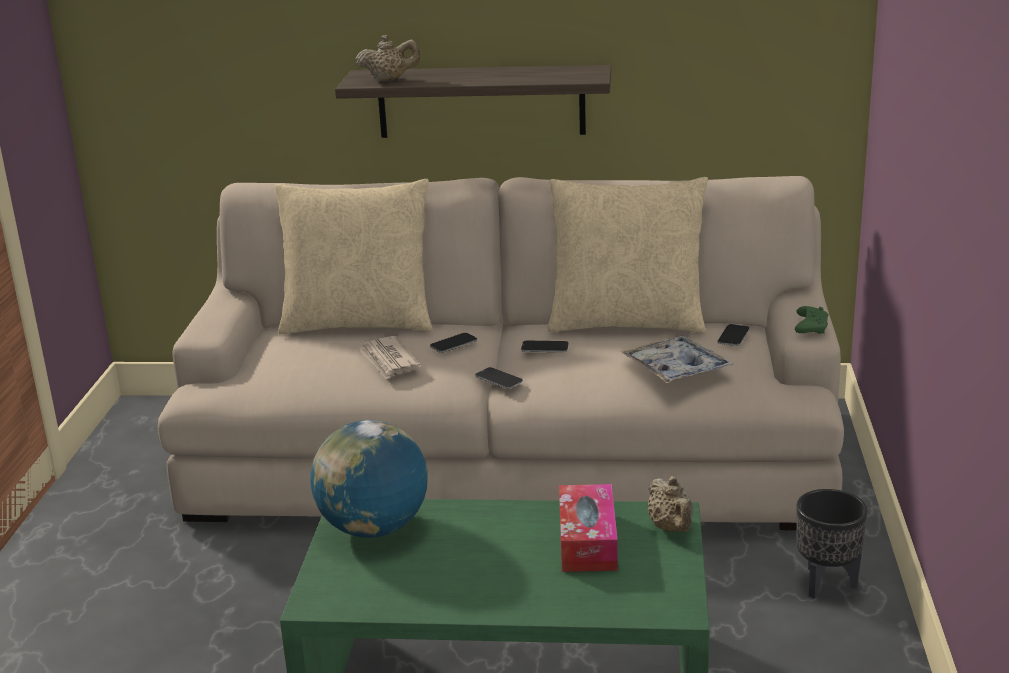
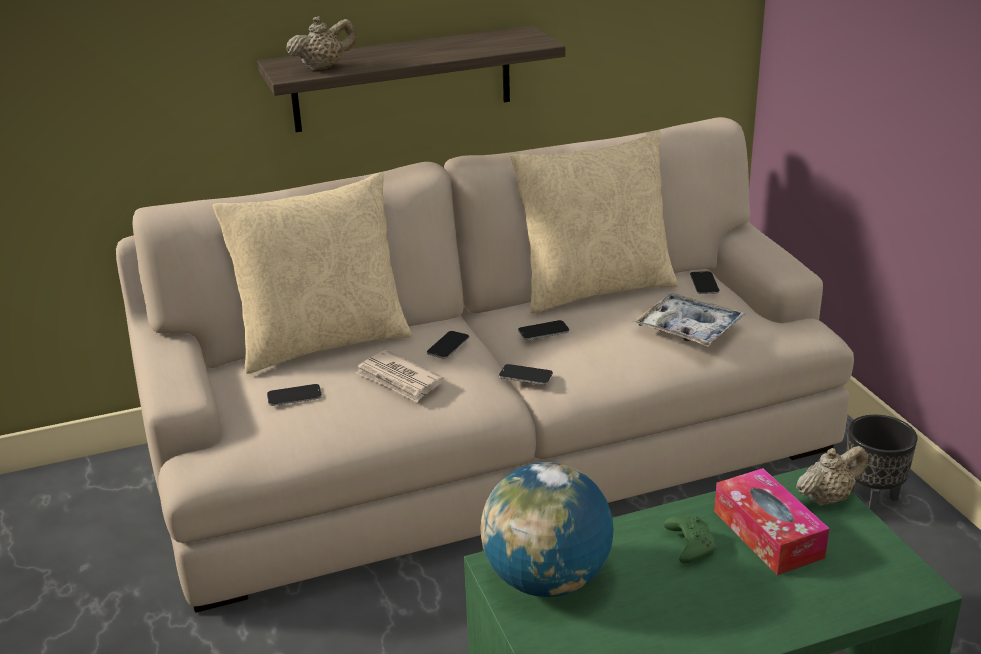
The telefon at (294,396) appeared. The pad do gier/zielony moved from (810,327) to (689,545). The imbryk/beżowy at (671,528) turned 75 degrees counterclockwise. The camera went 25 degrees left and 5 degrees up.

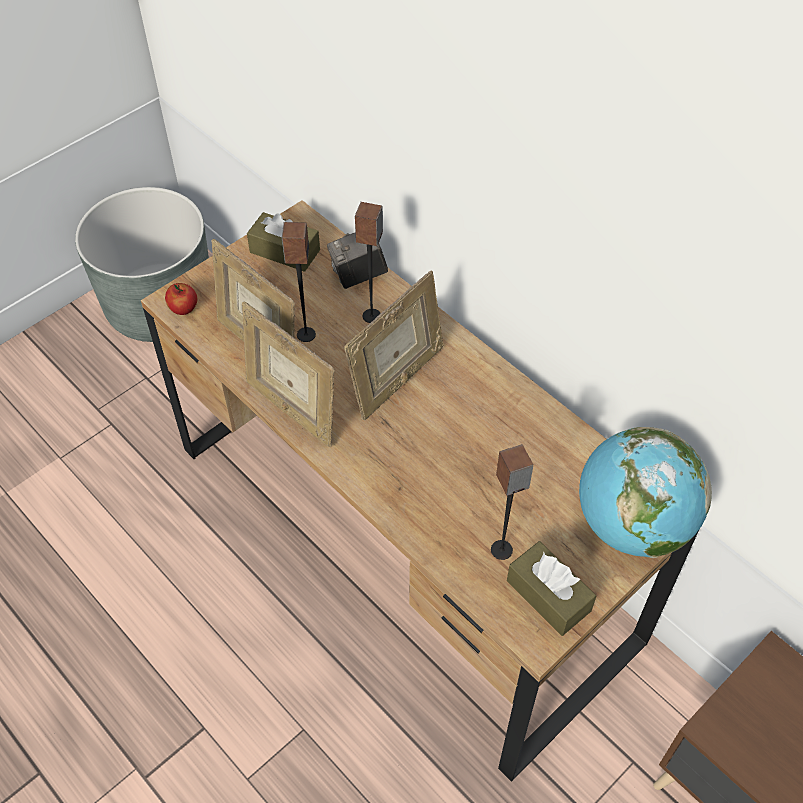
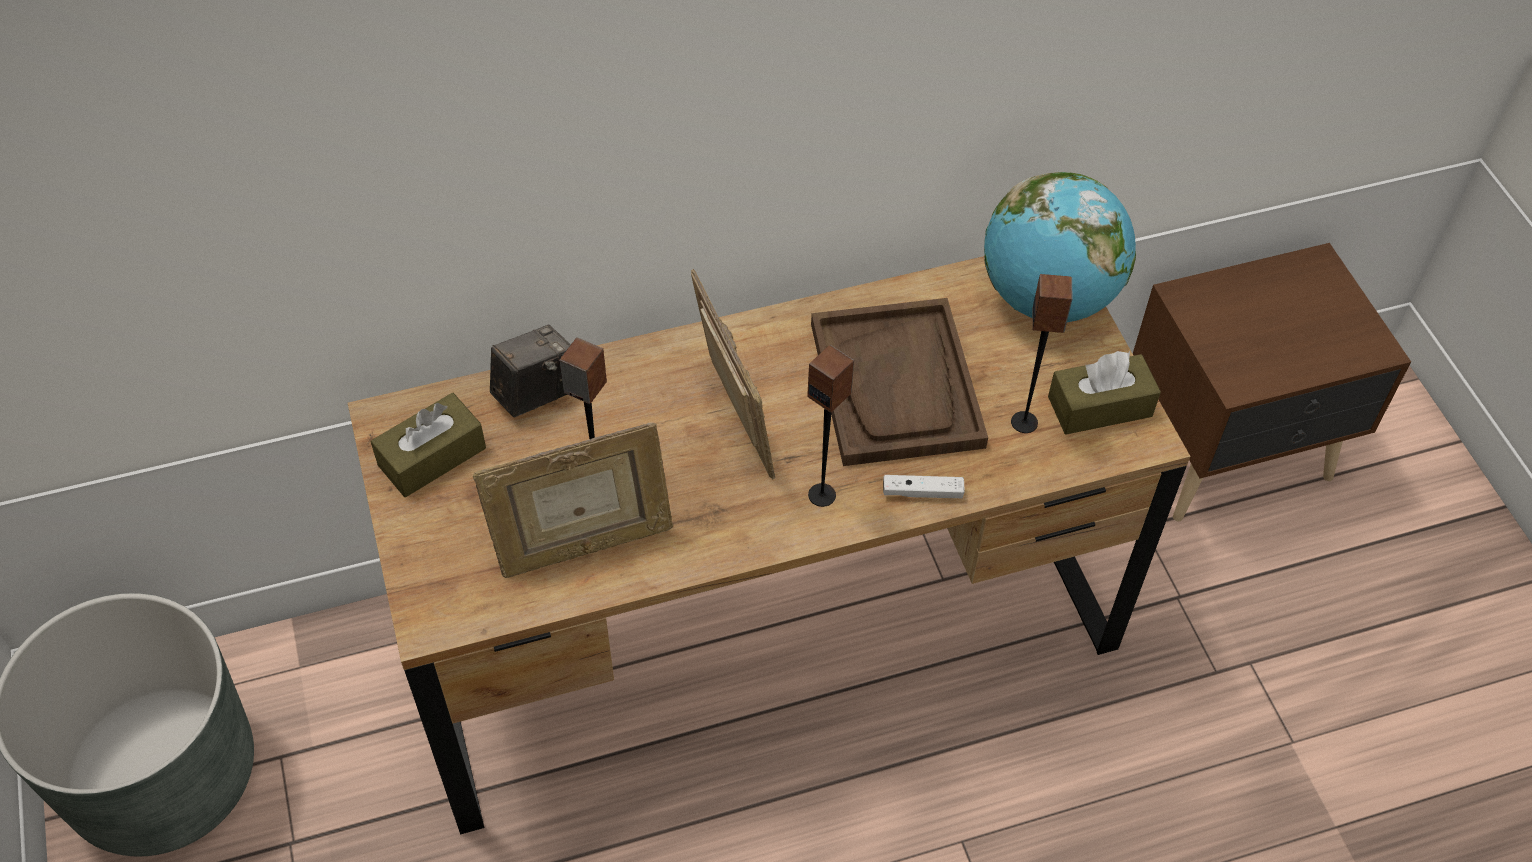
The jabłko at (184,309) disappeared. The ramka na zdjęcie at (291,409) disappeared. The taca/brązowy at (896,385) appeared. The pad do gier/biały at (922,492) appeared. The głośnik moved from (372,316) to (822,494). The aparat fotograficzny at (358,276) turned 135 degrees counterclockwise. The camera went 65 degrees left and 0 degrees up.

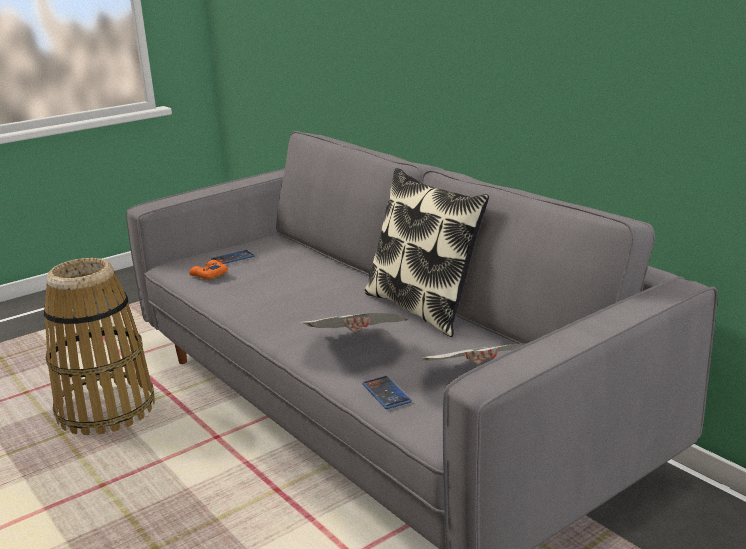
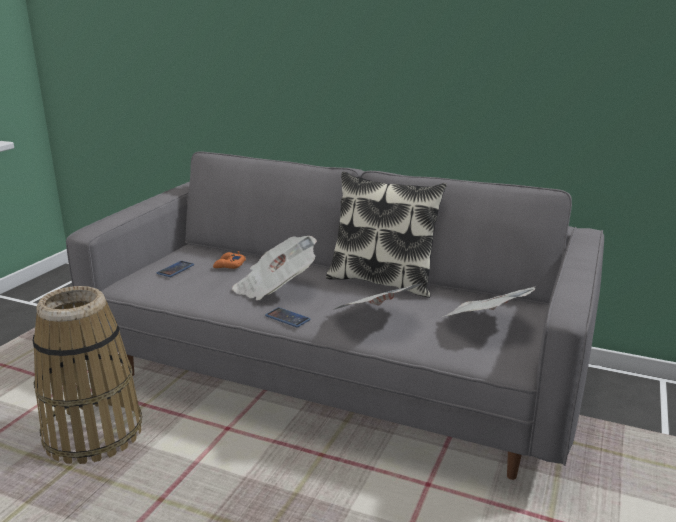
The gazeta at (275,288) appeared. The pad do gier/pomarańczowy moved from (209,275) to (229,265). The telefon moved from (386,393) to (287,318). The camera went 30 degrees left and 0 degrees up.

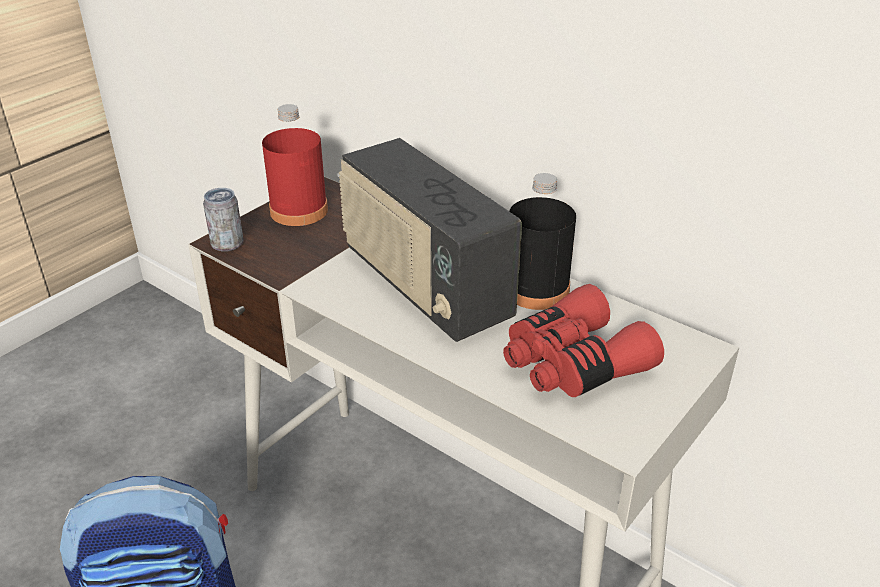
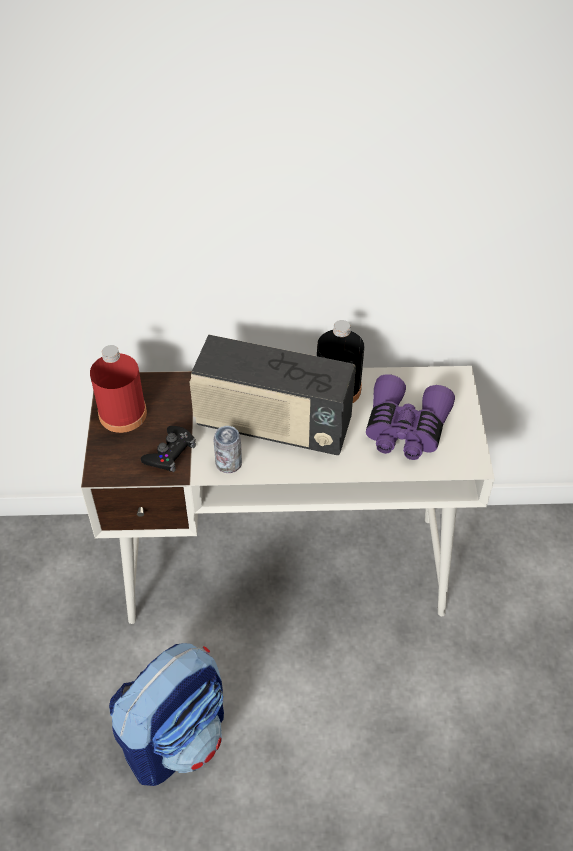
The pad do gier/czarny at (170,453) appeared. The puszka moved from (227,244) to (228,463). The lornetka/czerwony at (572,363) became the lornetka/fioletowy at (405,429). The camera went 40 degrees left and 15 degrees up.

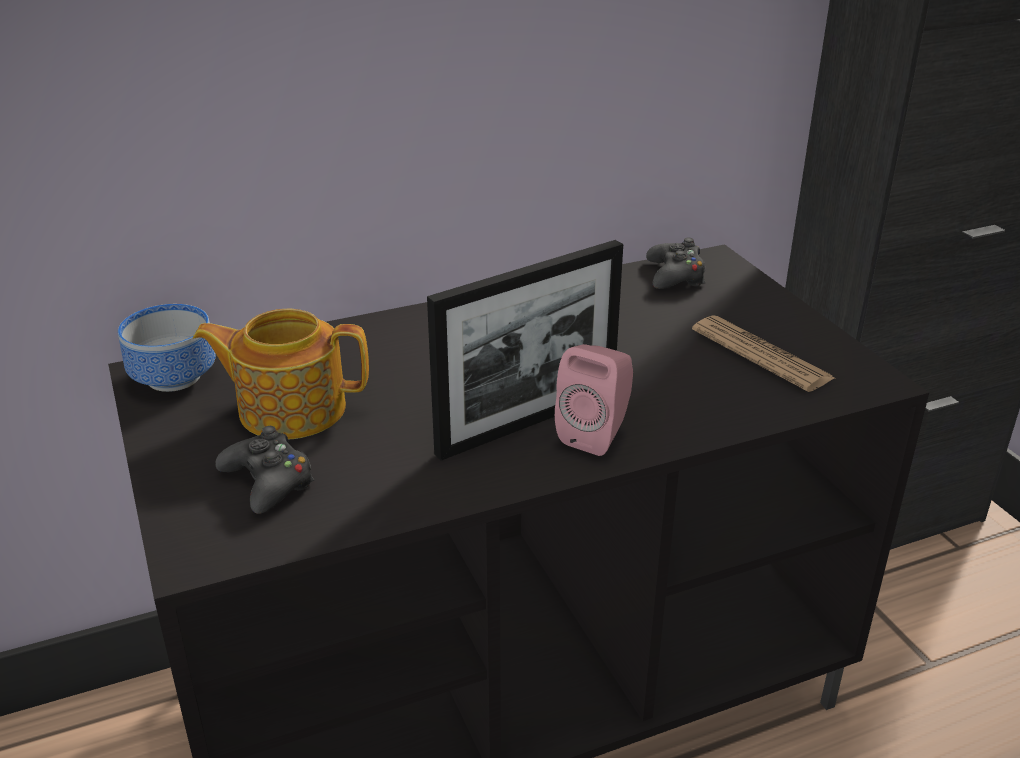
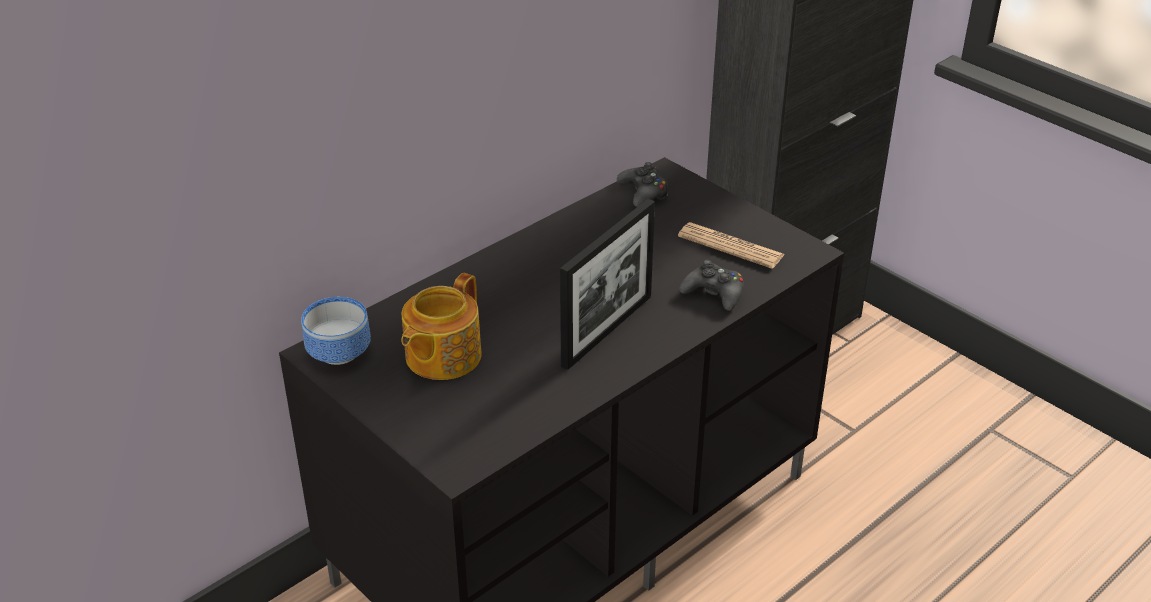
The głośnik/różowy at (596,434) disappeared. The pad do gier/czarny moved from (268,482) to (714,293). The imbryk at (290,408) turned 45 degrees counterclockwise. The camera went 20 degrees left and 5 degrees up.

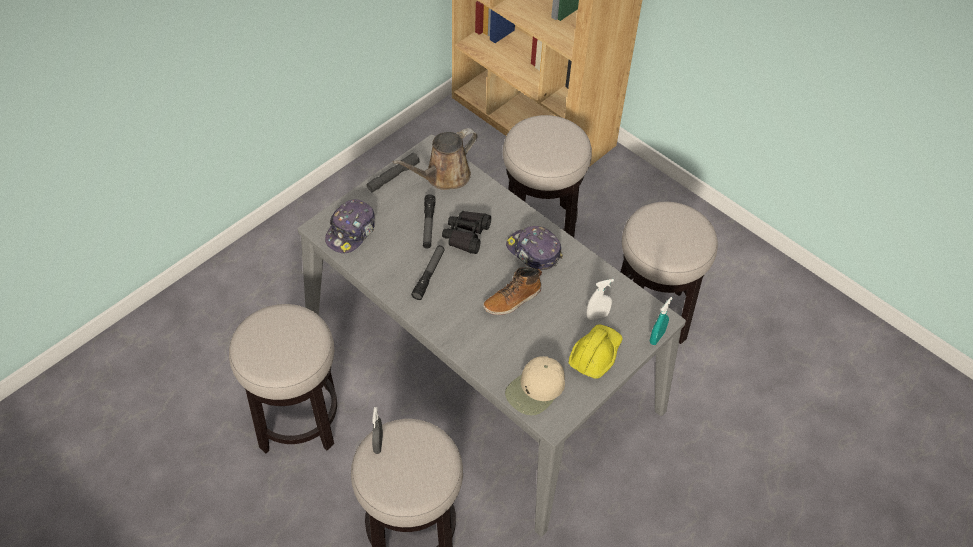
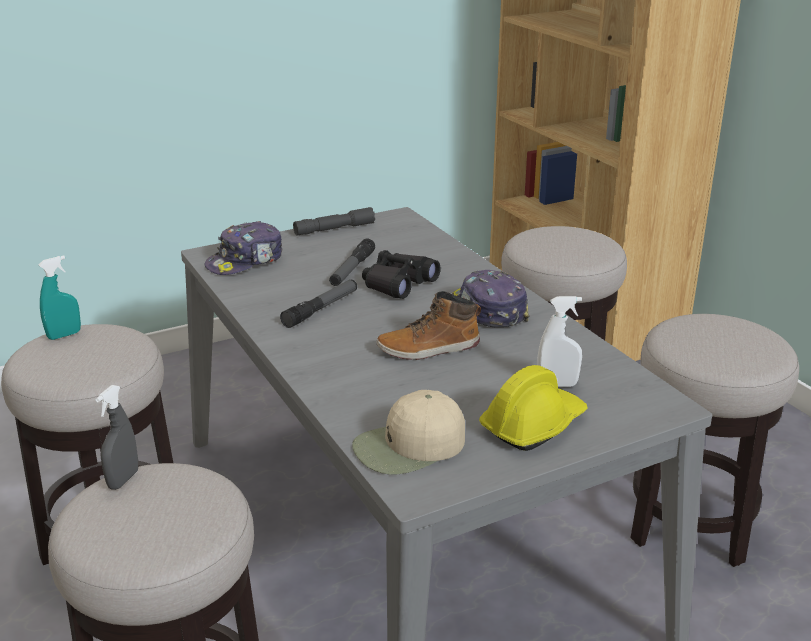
The konewka/brązowy at (444,176) disappeared. The spryskiwacz/turkusowy moved from (657,337) to (64,335). The camera went 20 degrees right and 25 degrees down.

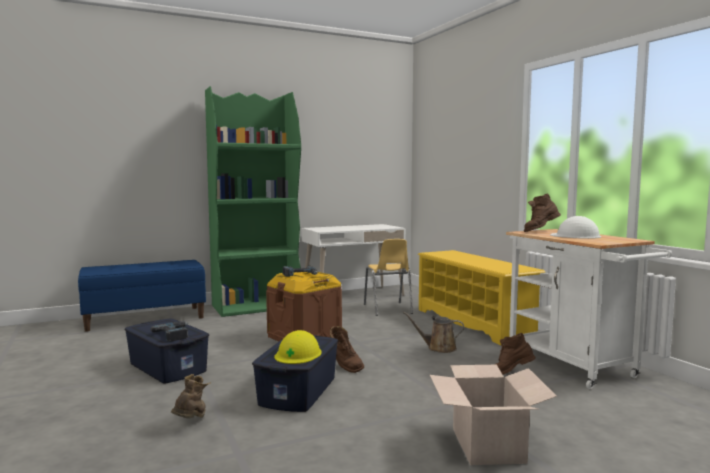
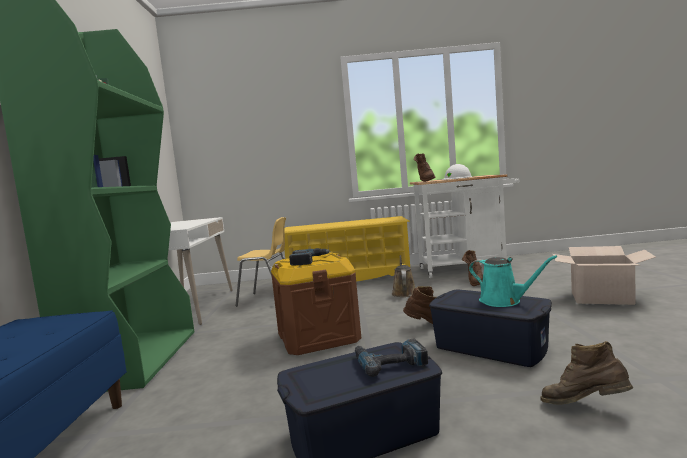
The kask/żółty at (298,354) was replaced by the konewka/turkusowy at (504,301). The konewka/brązowy at (438,348) turned 150 degrees clockwise. The camera went 65 degrees left and 0 degrees up.

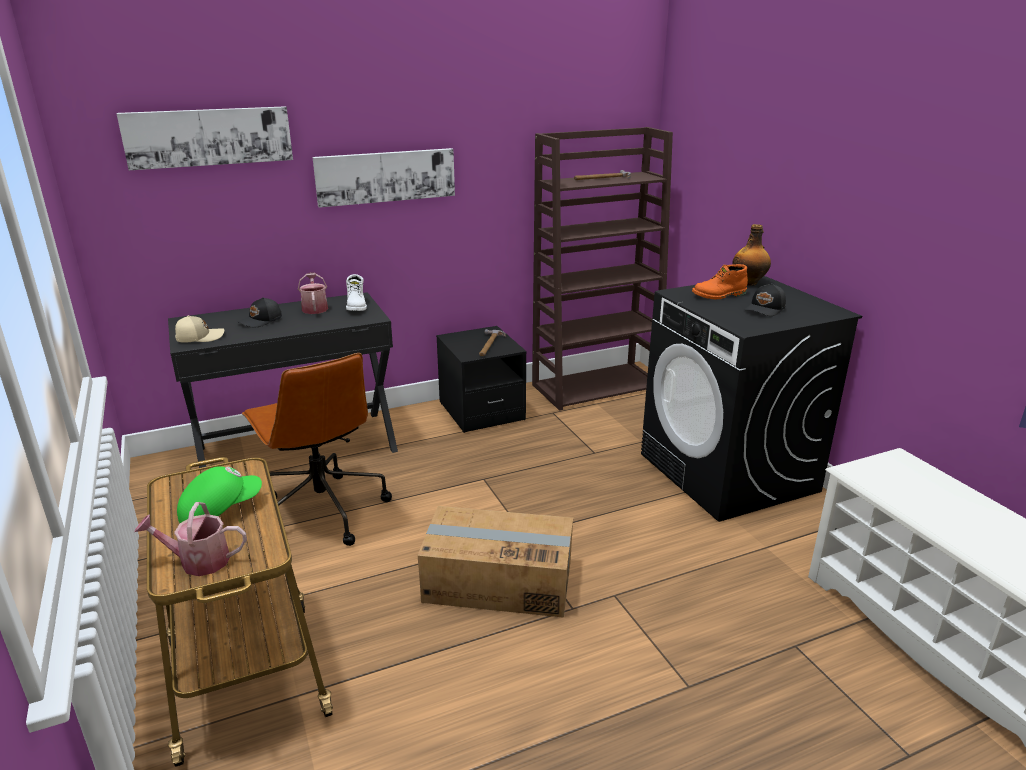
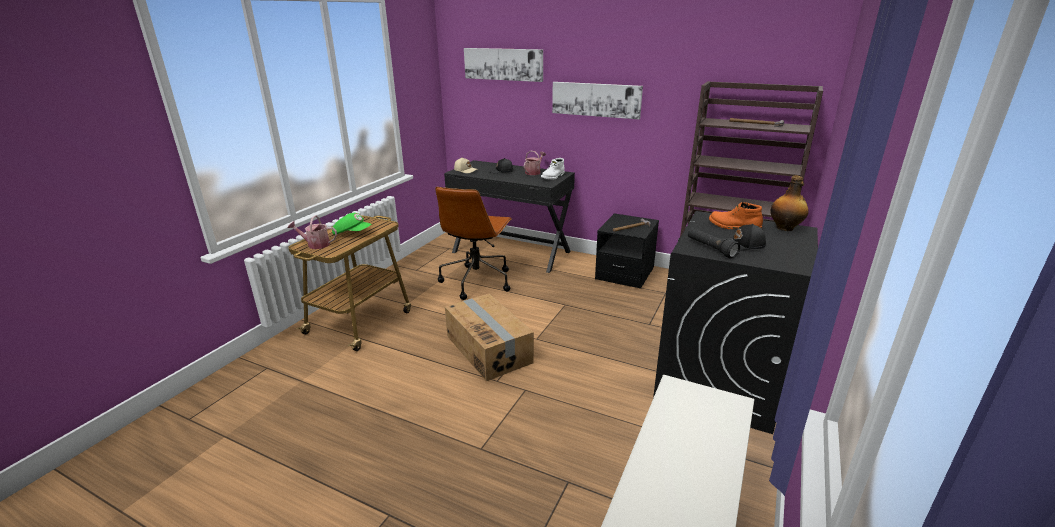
The latarka/czarny at (710,249) appeared. The konewka at (198,561) turned 45 degrees counterclockwise. The camera went 50 degrees right and 0 degrees up.

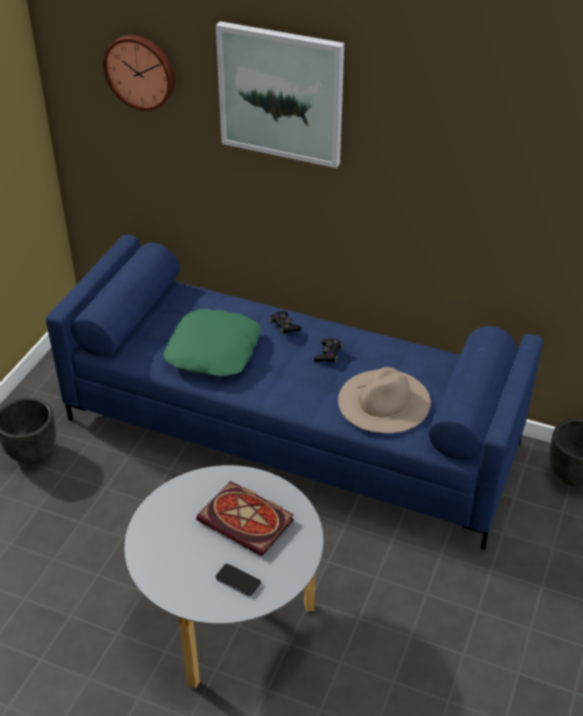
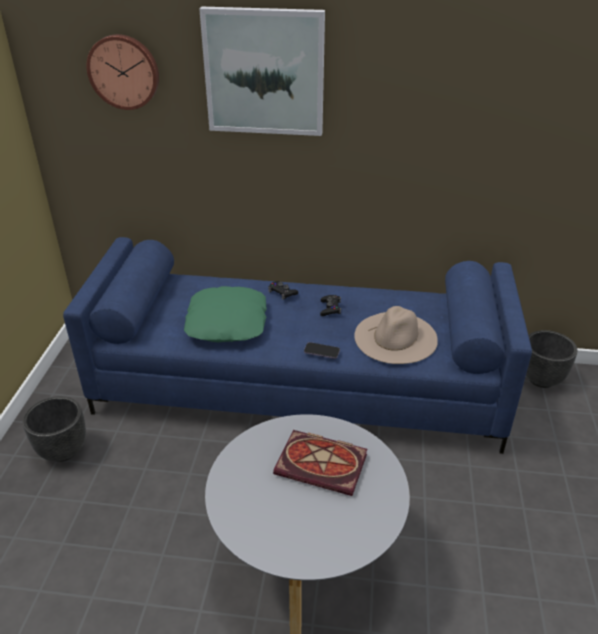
The telefon moved from (238,581) to (321,351). The camera went 15 degrees left and 5 degrees down.

